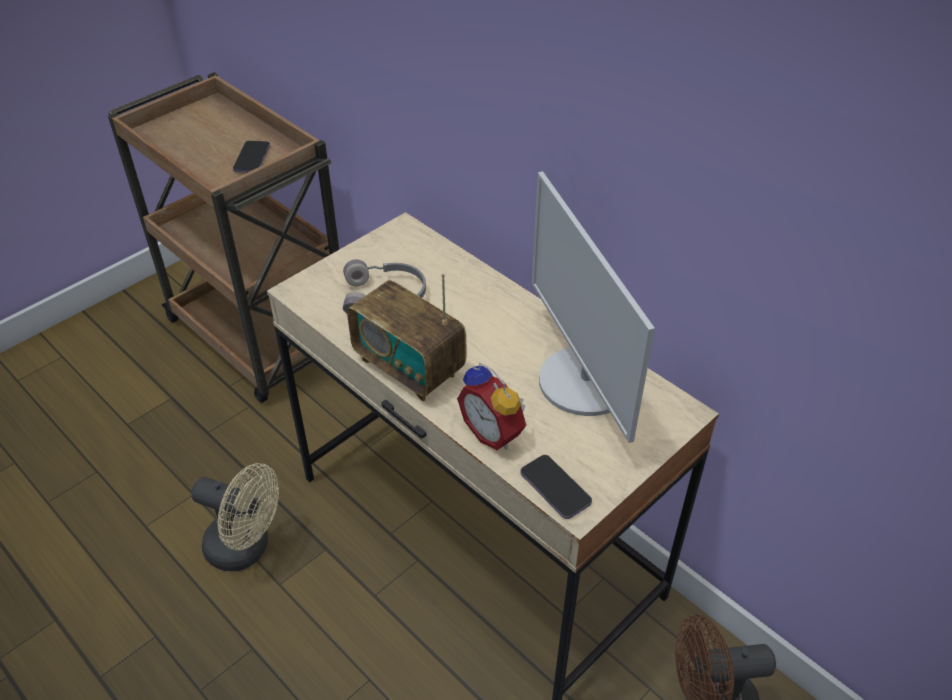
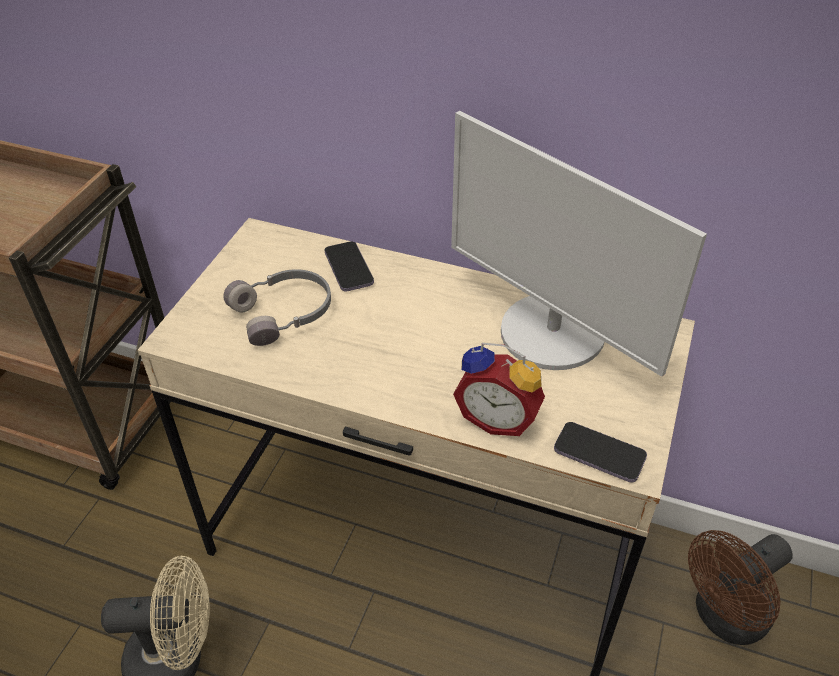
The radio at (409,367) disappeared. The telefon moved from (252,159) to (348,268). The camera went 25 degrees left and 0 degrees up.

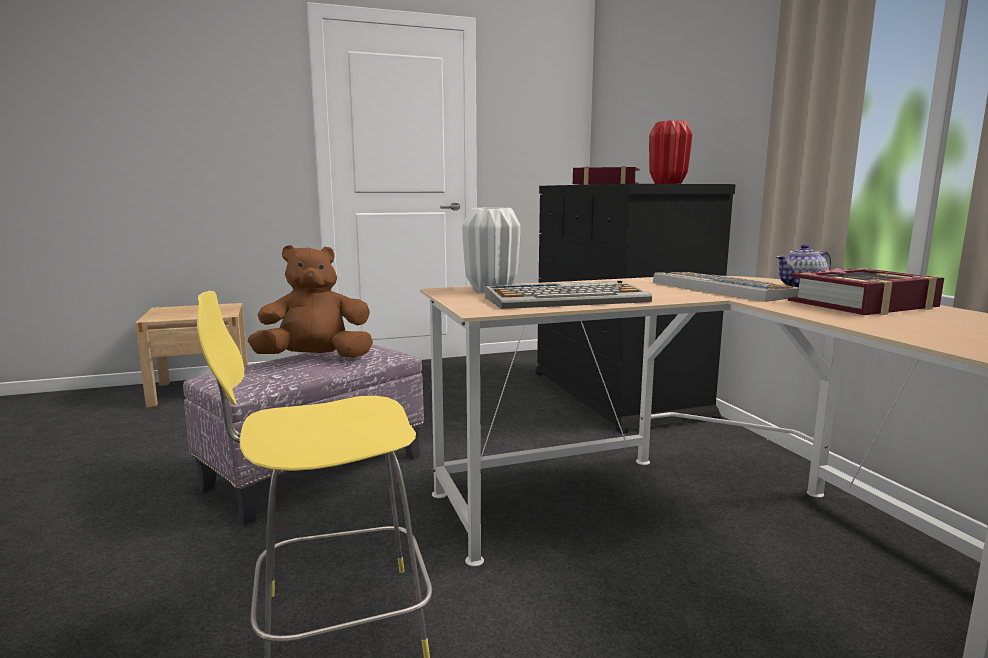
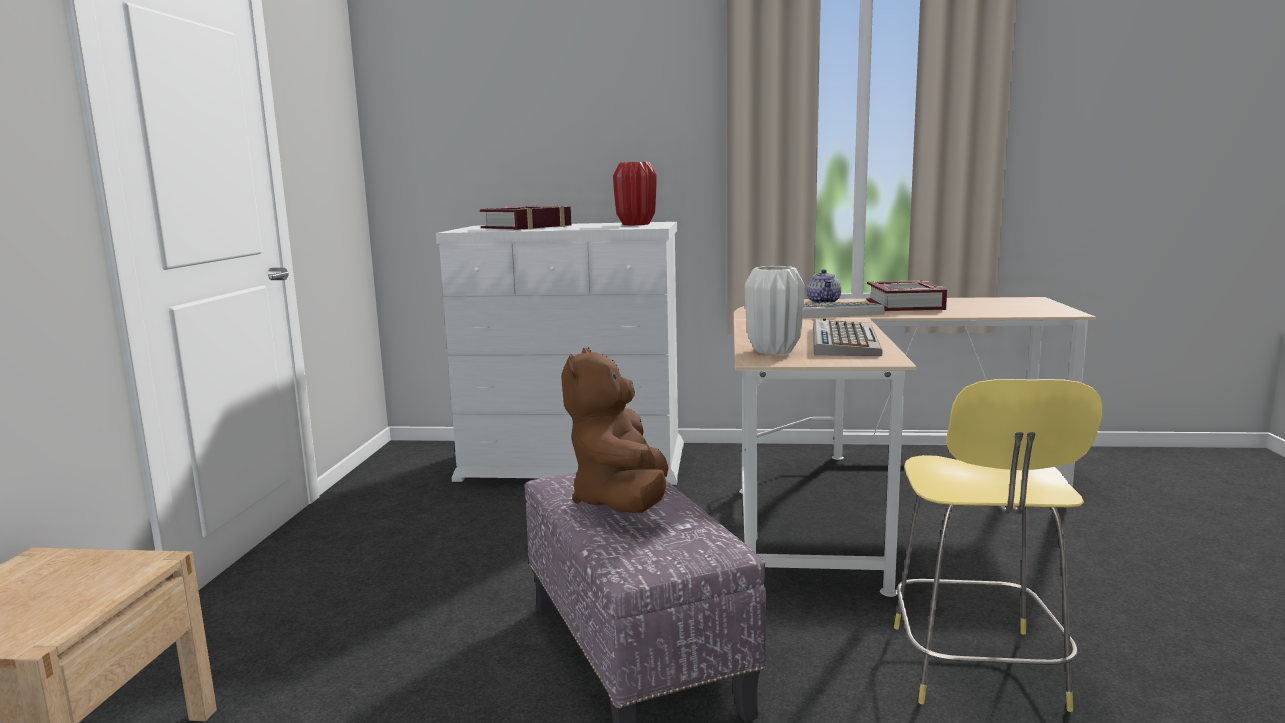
The komoda/czarny at (617,394) became the komoda/biały at (575,462). The camera went 65 degrees left and 0 degrees up.

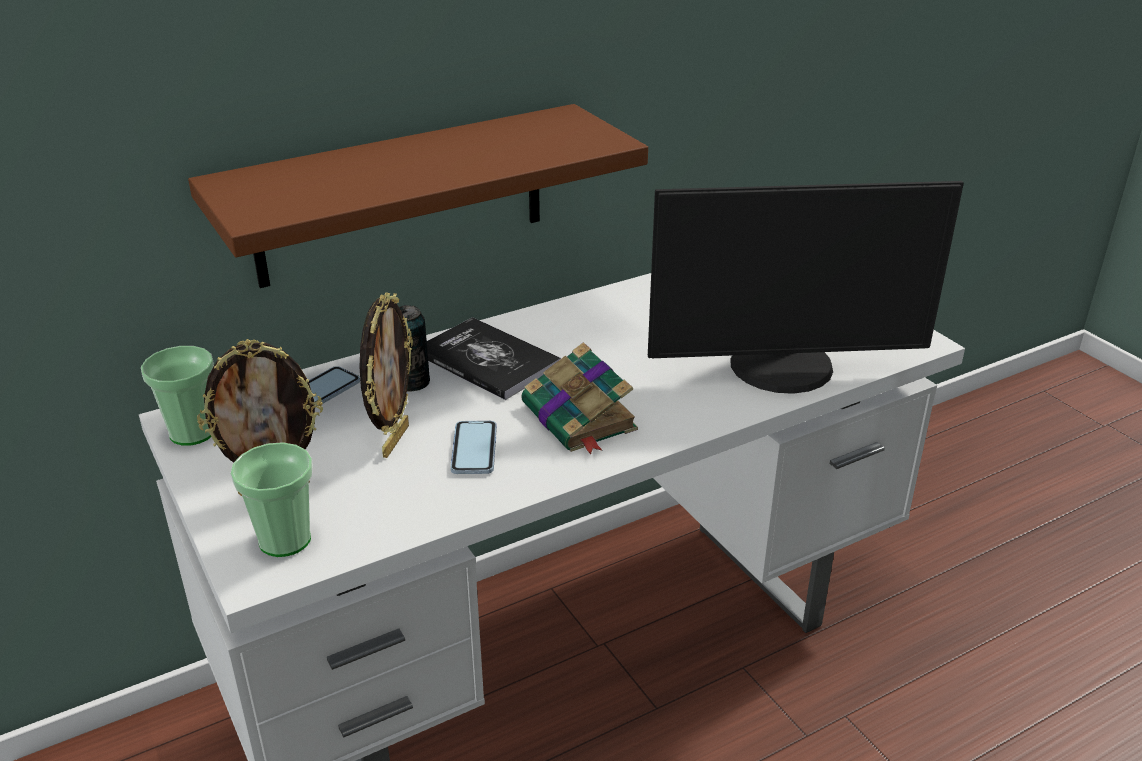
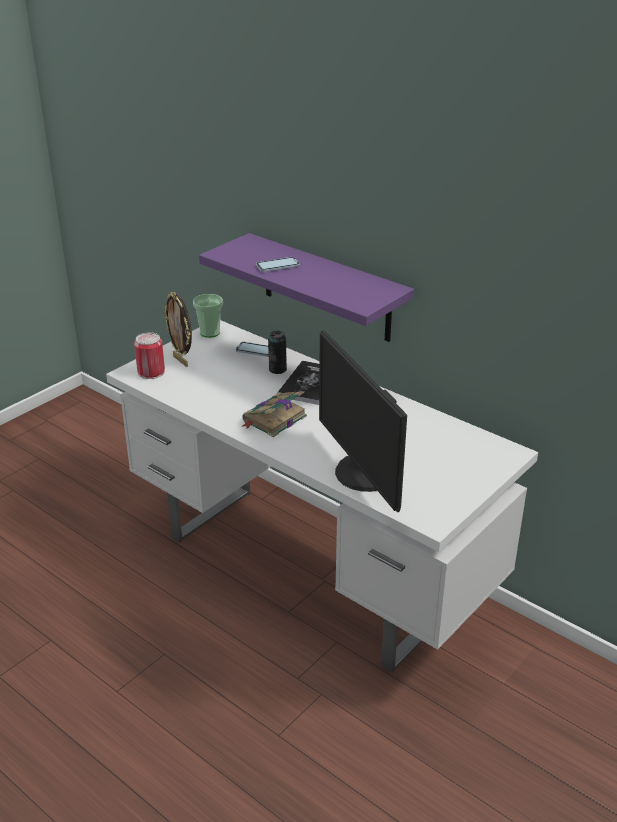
The ramka na zdjęcie at (394,440) disappeared. The telefon moved from (474,449) to (277,266). The filiżanka at (285,540) was replaced by the puszka at (151,372). The półka/brązowy at (401,196) became the półka/fioletowy at (326,288). The camera went 70 degrees right and 0 degrees up.

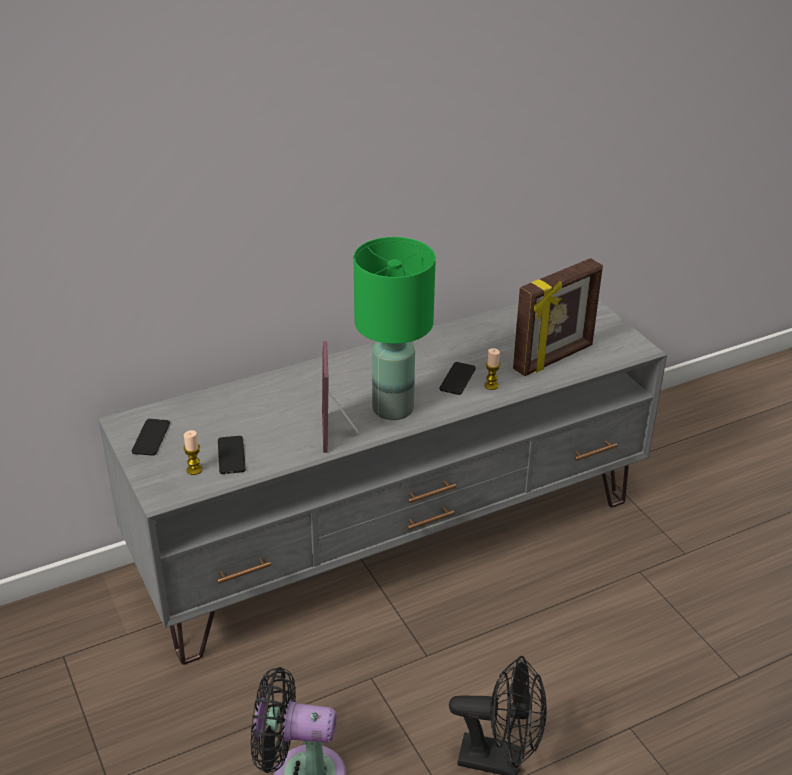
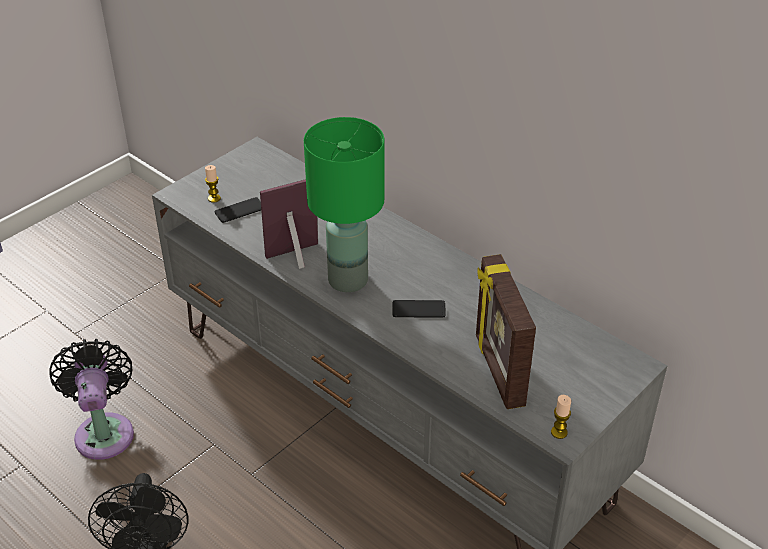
The telefon at (151,437) disappeared. The świeca moved from (491,385) to (559,432). The ramka na zdjęcie at (554,358) turned 45 degrees clockwise. The camera went 70 degrees right and 5 degrees up.

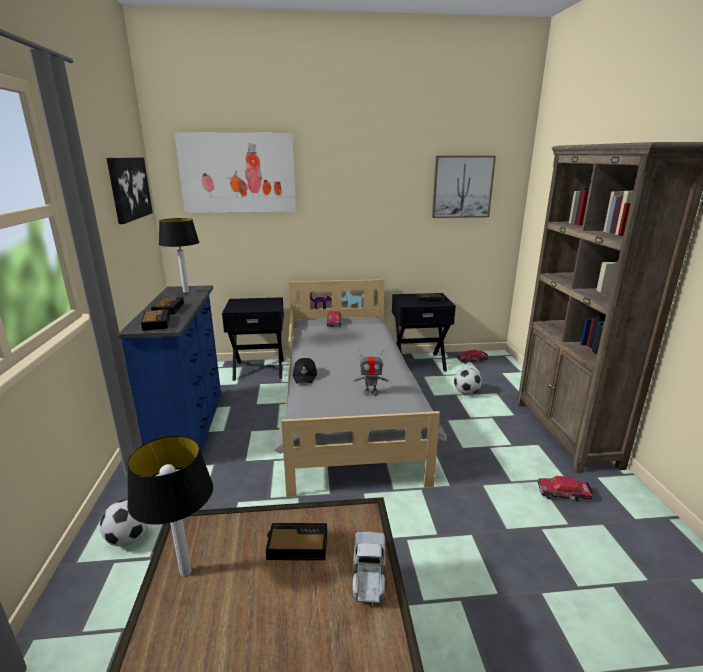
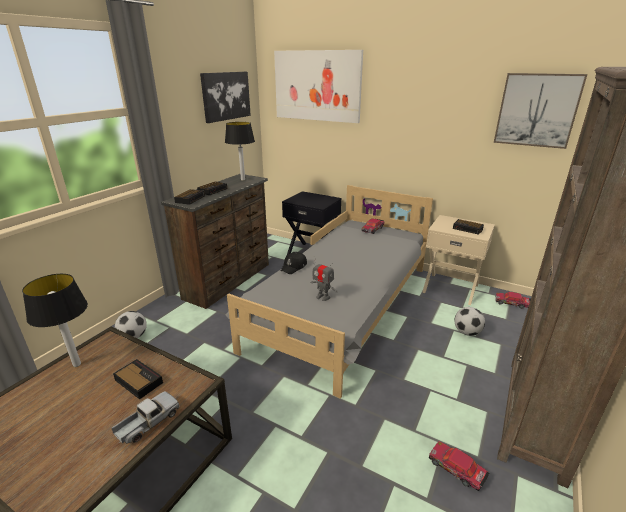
The komoda/niebieski at (191,426) became the komoda/brązowy at (229,281). The szafka nocna/czarny at (418,362) became the szafka nocna/beżowy at (450,288). The camera went 35 degrees right and 5 degrees up.

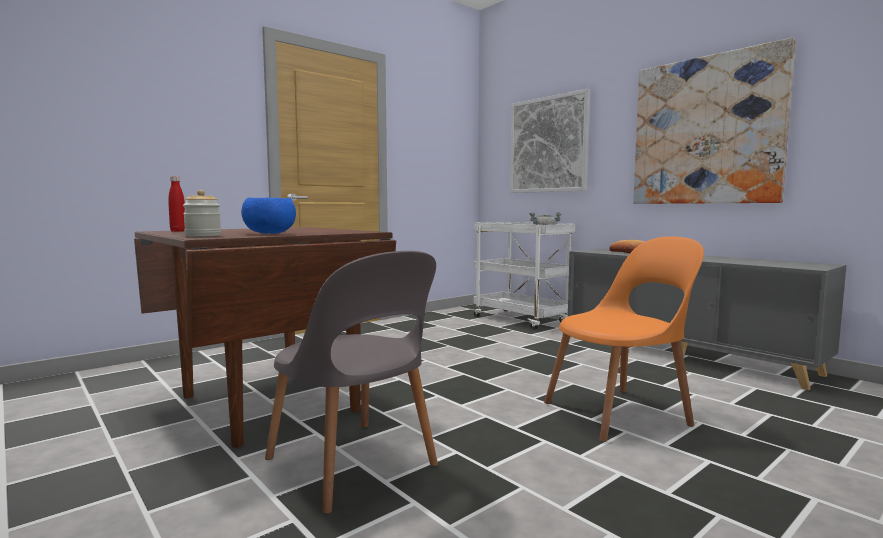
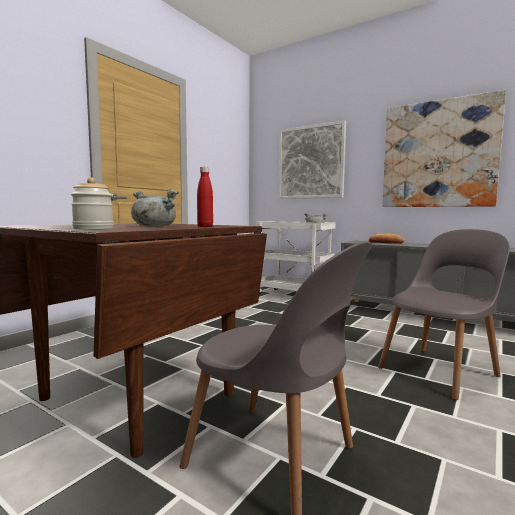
The butelka/czerwony moved from (178,231) to (205,227). The miska/niebieski at (269,233) was replaced by the garnek/szary at (153,227). The krzesło/pomarańczowy at (620,413) became the krzesło/szary at (440,370). The camera went 15 degrees left and 0 degrees up.

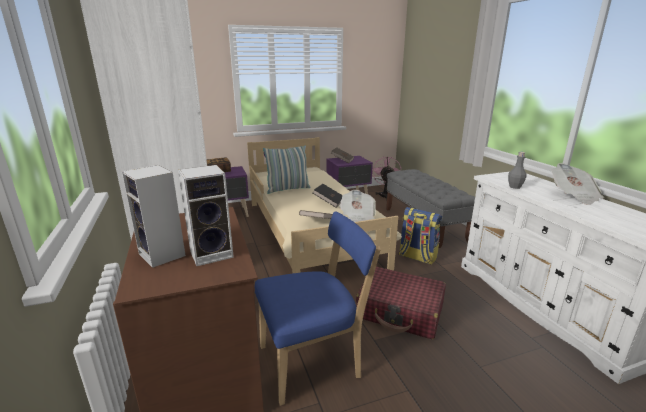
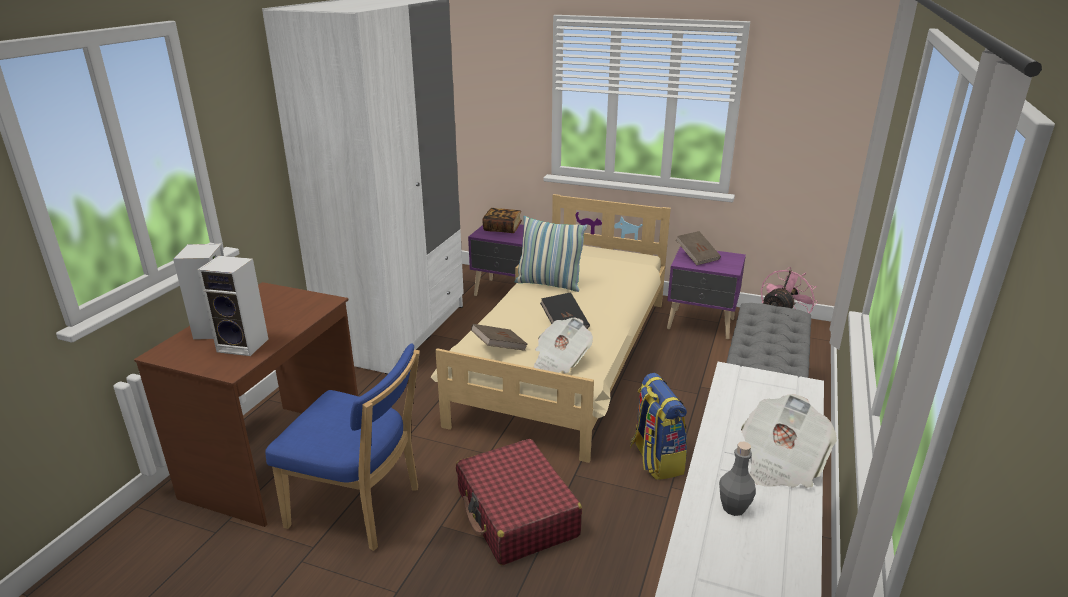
The butelka/szary moved from (514,187) to (733,508). The camera went 40 degrees right and 5 degrees up.

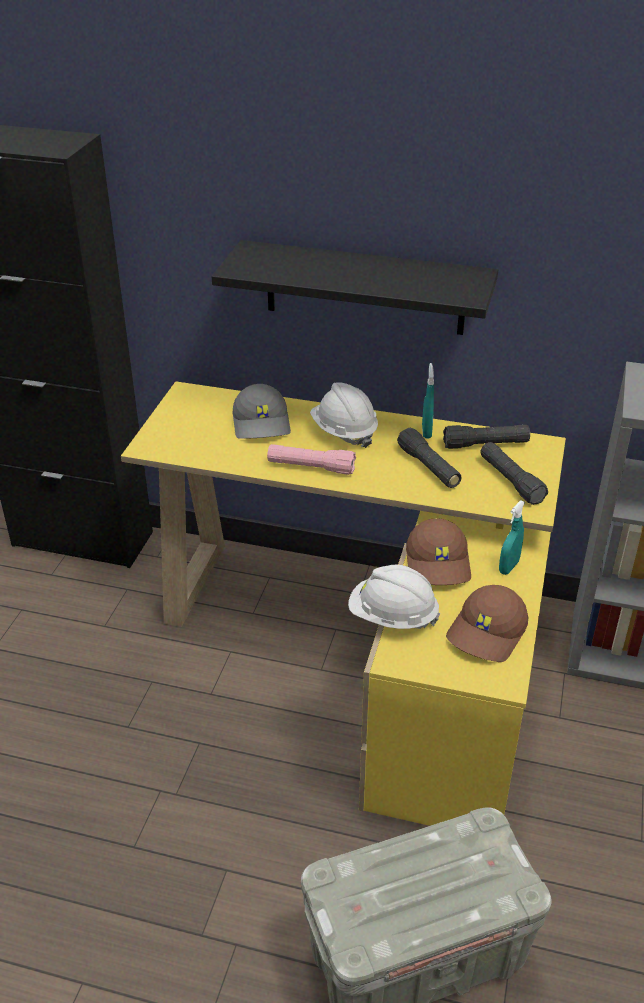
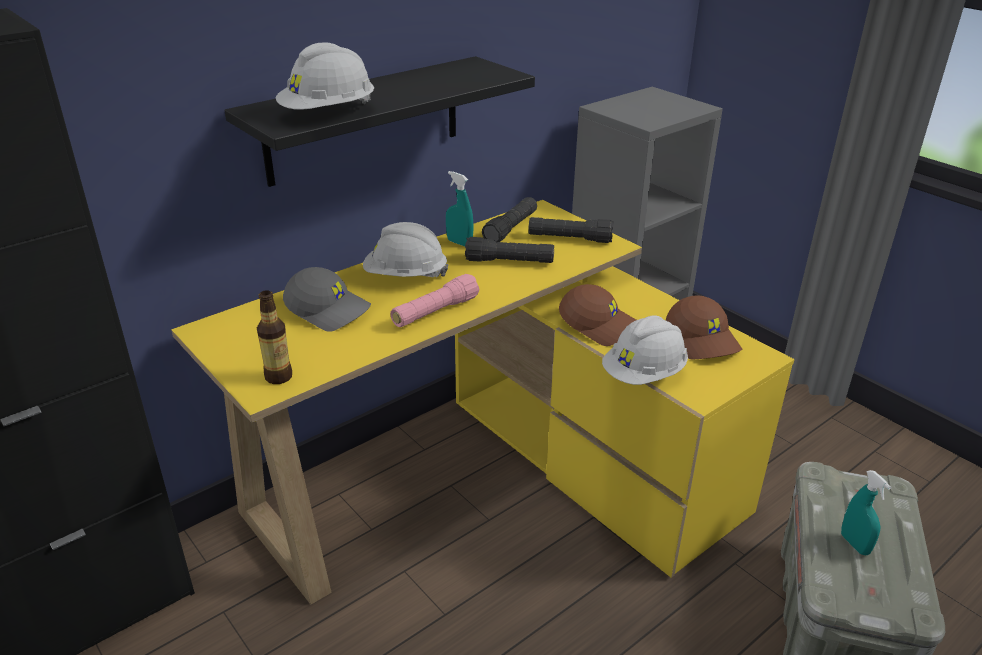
The butelka at (279,377) appeared. The kask/biały at (328,114) appeared. The spryskiwacz/turkusowy moved from (508,567) to (854,544). The camera went 55 degrees left and 5 degrees down.

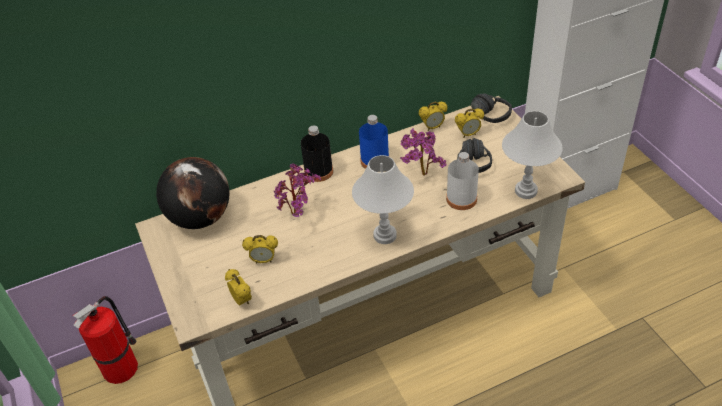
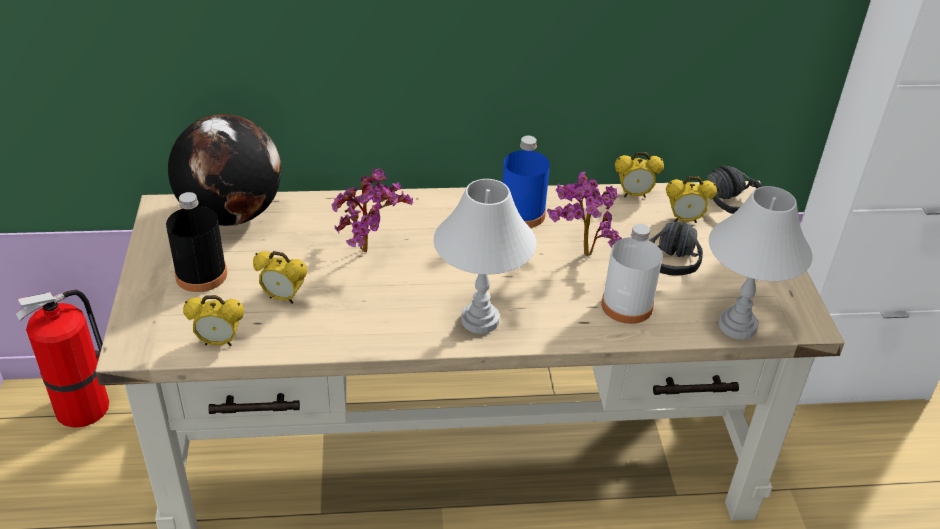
The butelka/czarny moved from (318,171) to (201,275). The budzik at (242,300) turned 105 degrees clockwise. The camera went 15 degrees right and 5 degrees down.

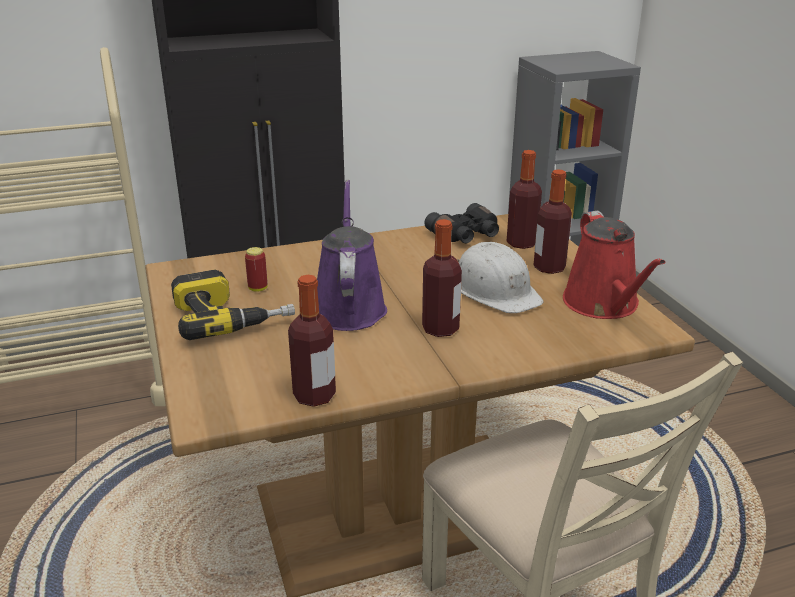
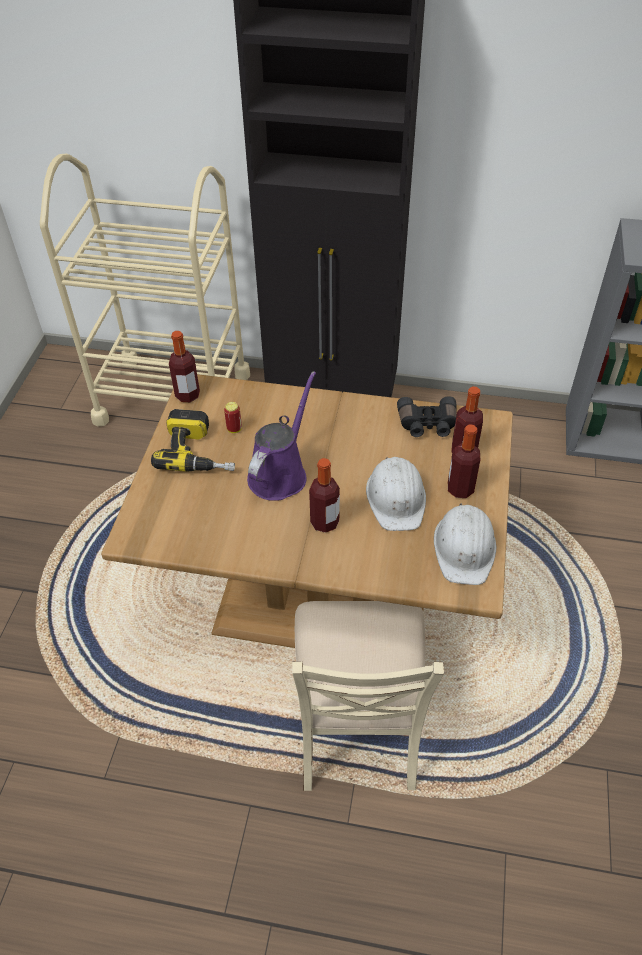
The butelka moved from (314,396) to (187,395). The konewka/czerwony at (604,305) was replaced by the kask/biały at (465,548). The camera went 30 degrees right and 20 degrees up.

